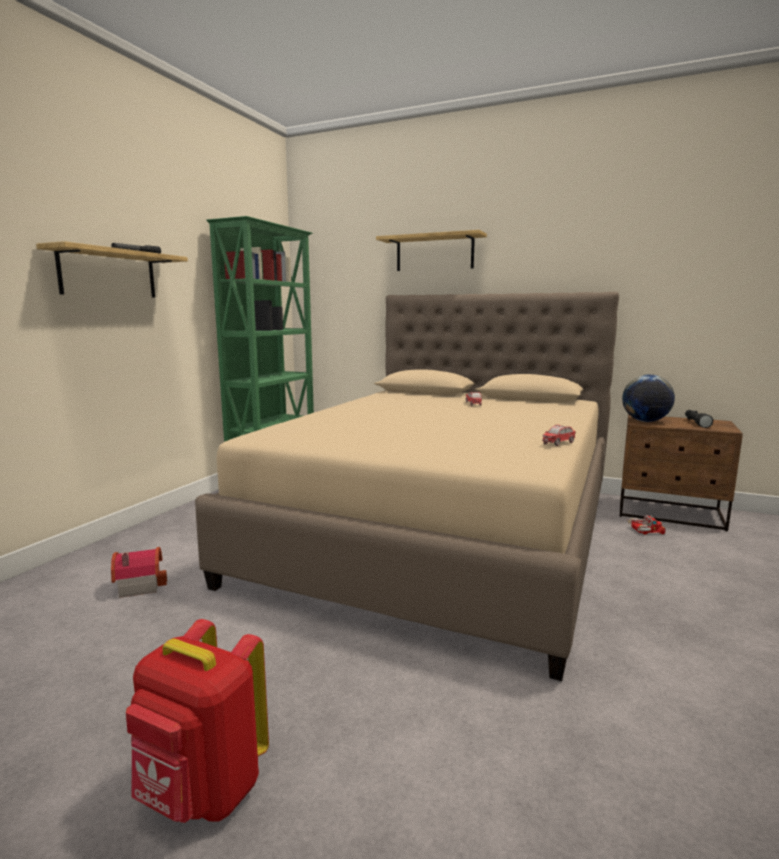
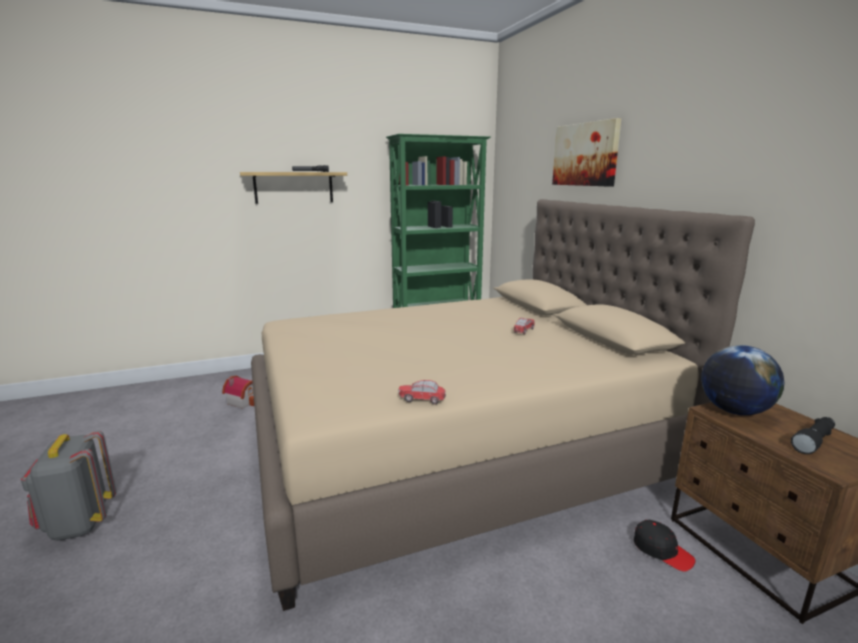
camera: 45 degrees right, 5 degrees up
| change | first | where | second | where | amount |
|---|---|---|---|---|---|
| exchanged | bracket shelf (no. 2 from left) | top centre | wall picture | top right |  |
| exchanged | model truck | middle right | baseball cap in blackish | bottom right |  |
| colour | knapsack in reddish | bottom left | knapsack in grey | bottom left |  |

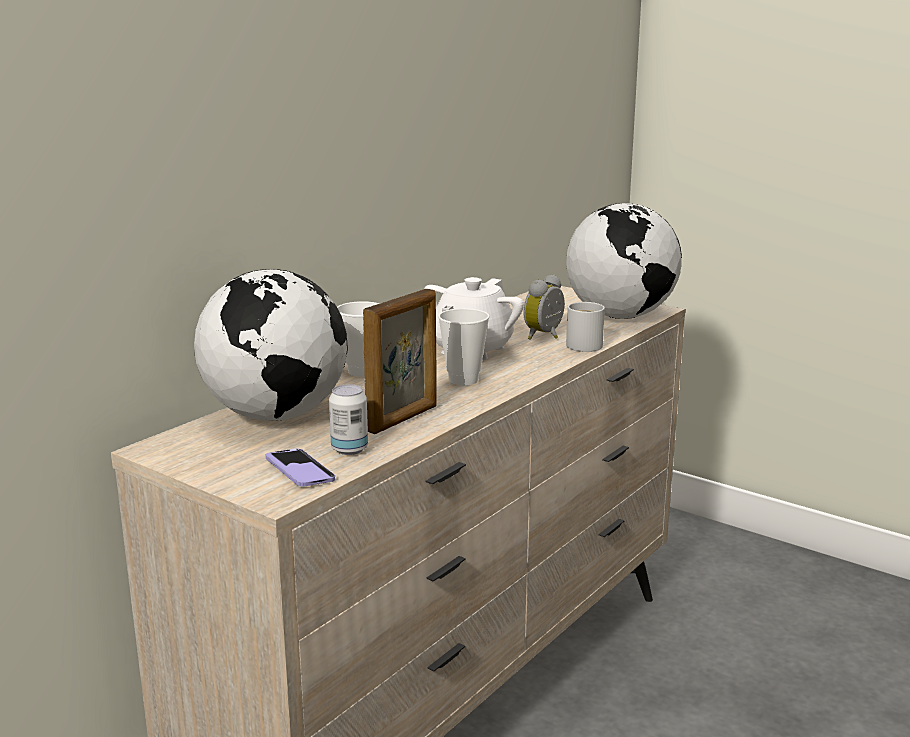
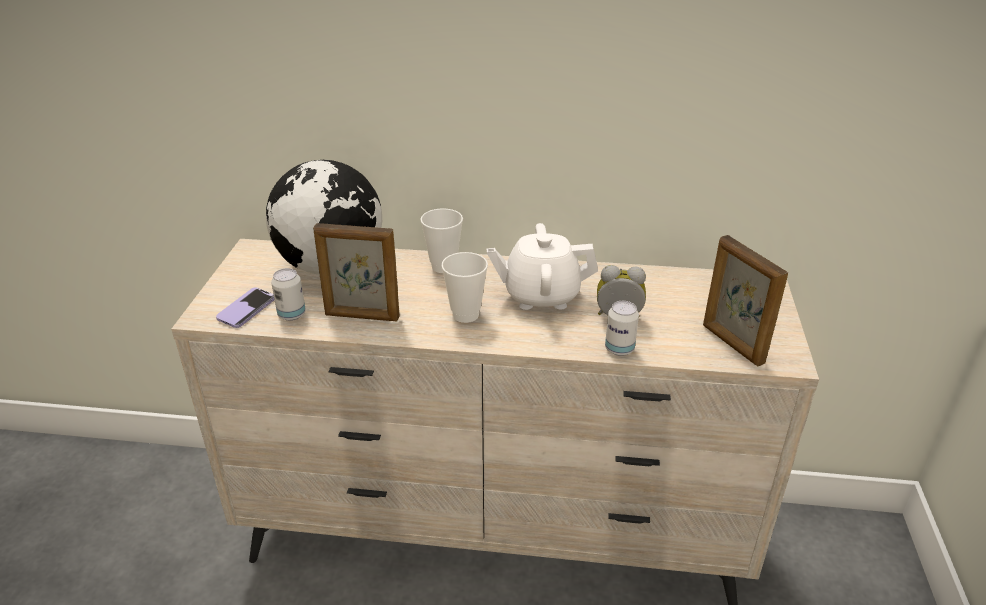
camera: 60 degrees right, 15 degrees up
| change | first | where | second | where | amount |
|---|---|---|---|---|---|
| exchanged | world globe (no. 2 from left) | middle right | photo frame (no. 2 from left) | middle right |  |
| exchanged | tea mug in whitish | centre | can (no. 2 from left) | centre |  |

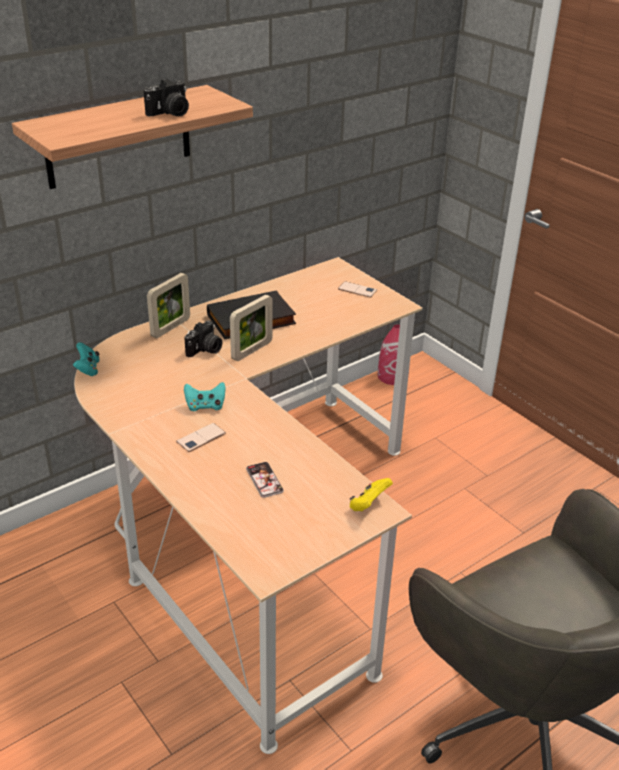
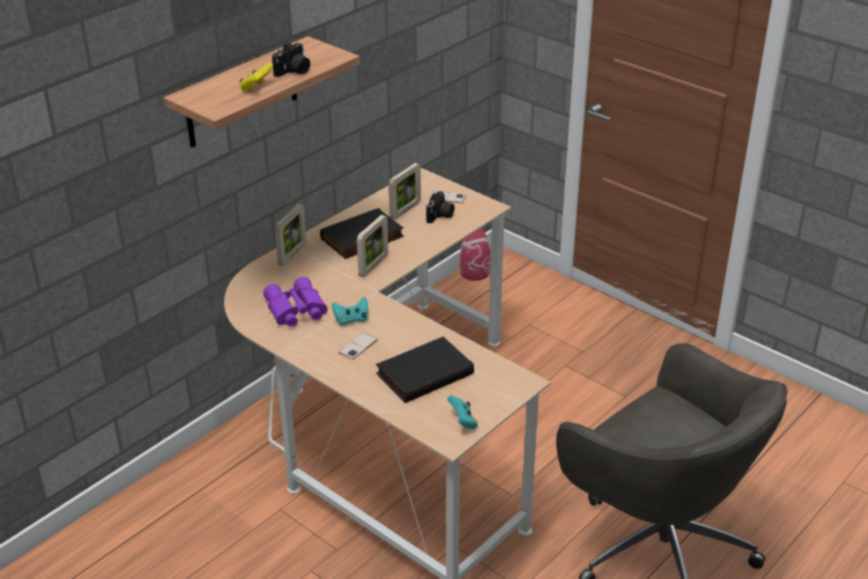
camera: 10 degrees left, 0 degrees up
| change | first | where | second | where | amount |
|---|---|---|---|---|---|
| relocated | photo camera (no. 2 from left) | middle left |  | centre |  |
| relocated | game controller in turquoise (no. 1 from left in the first image) | middle left | game controller in turquoise (no. 2 from left) | bottom centre |  |
| exchanged | telephone (no. 2 from left) | centre | bound book in blackish (no. 2 from left) | centre |  |
| relocated | game controller in yellow | centre |  | top left |  |
| appeared |  |  | photo frame (no. 3 from left) | top centre |  |
| appeared |  |  | binoculars in purple | centre |  |

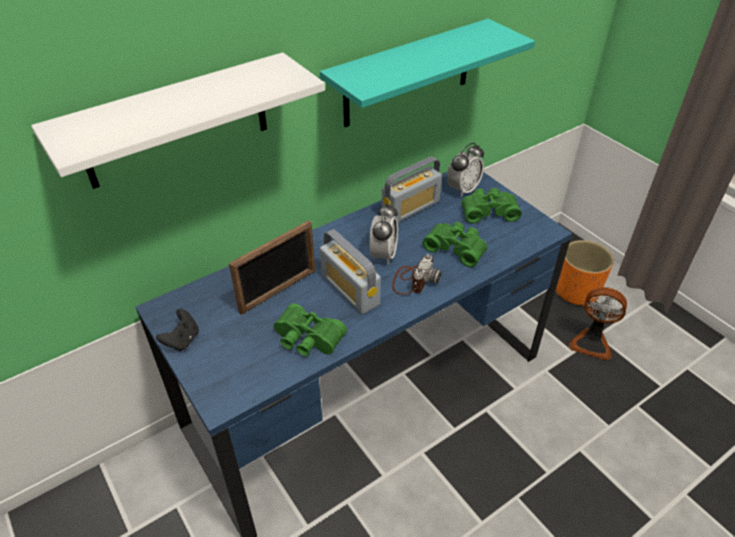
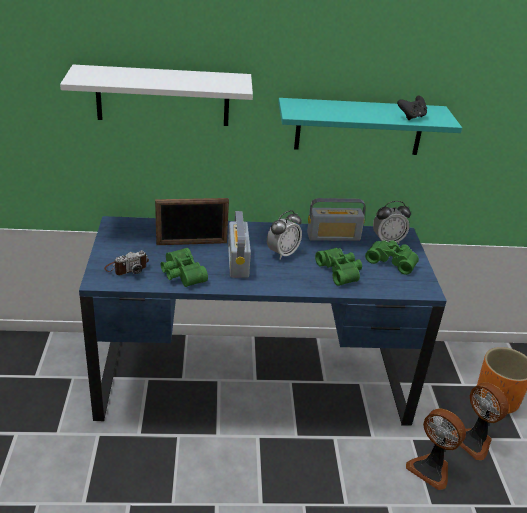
camera: 30 degrees right, 10 degrees down
| change | first | where | second | where | amount |
|---|---|---|---|---|---|
| relocated | photo camera | centre |  | middle left |  |
| relocated | game controller in blackish | middle left |  | top right |  |
| appeared |  |  | fan (no. 1 from left) | bottom right |  |

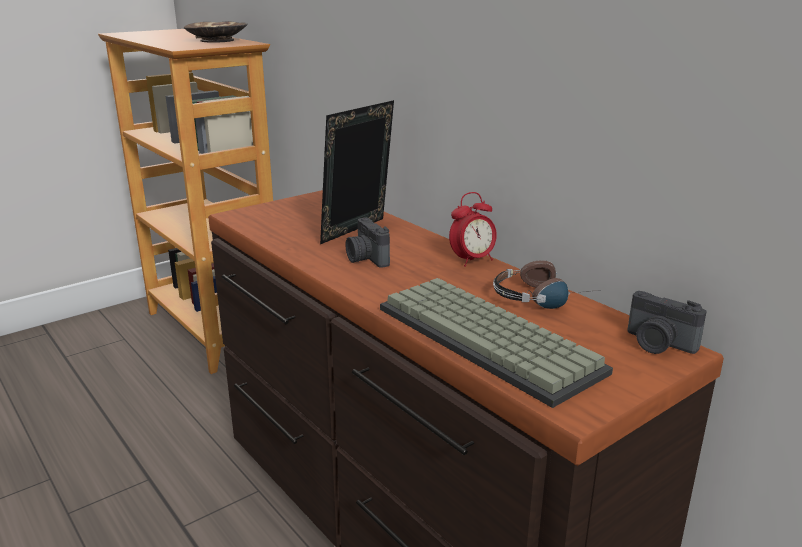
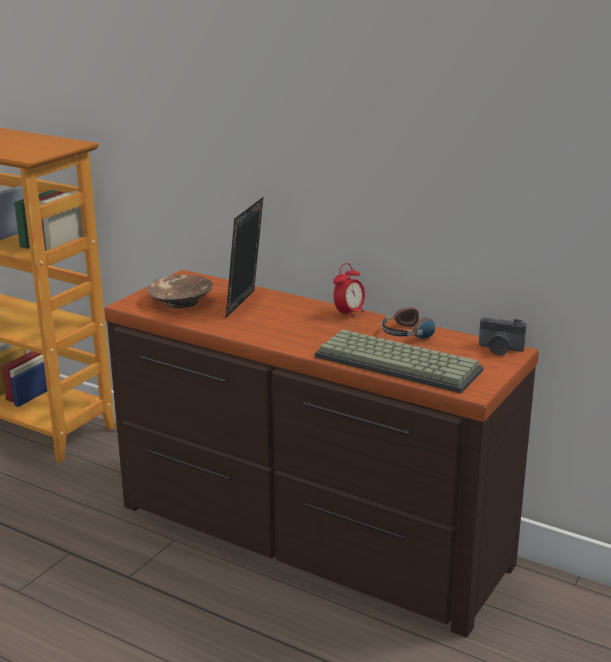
camera: 20 degrees left, 0 degrees up
| change | first | where | second | where | amount |
|---|---|---|---|---|---|
| relocated | serving bowl in brown | top left |  | middle left |  |
| missing | photo camera (no. 1 from left) | centre |  |  |  |

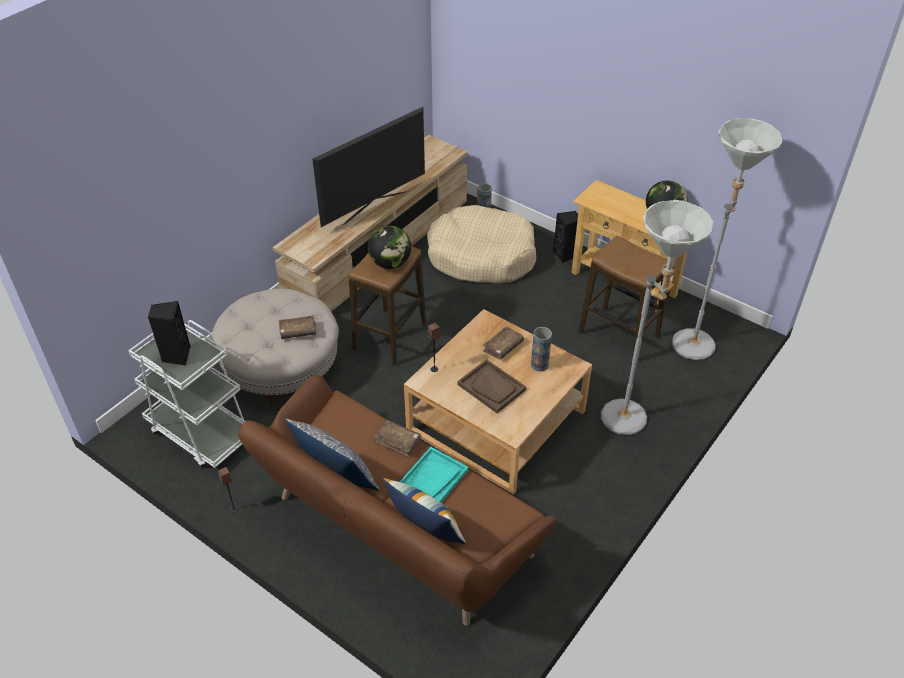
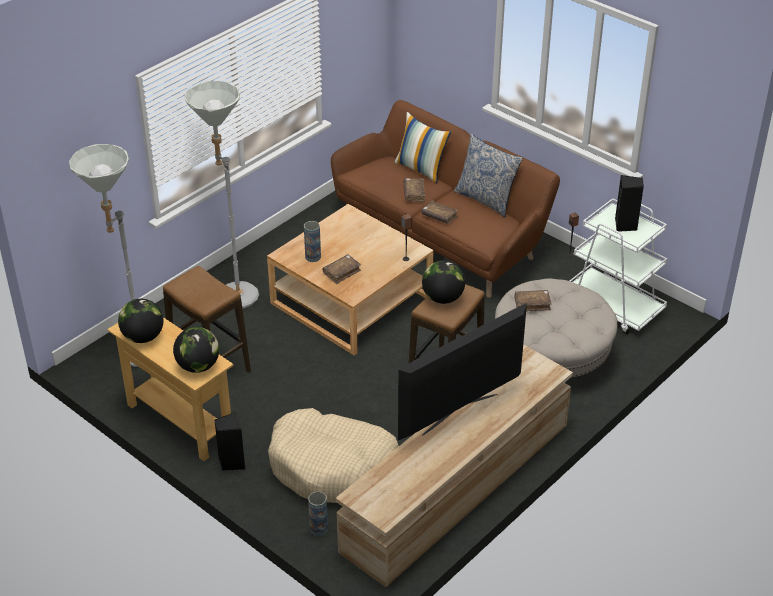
camera: 175 degrees left, 5 degrees down
| change | first | where | second | where | amount |
|---|---|---|---|---|---|
| missing | tray in brown | centre |  |  |  |
| exchanged | tray in turquoise | bottom centre | bound book in brown (no. 2 from left) | top centre |  |
| appeared |  |  | world globe (no. 2 from left) | middle left |  |

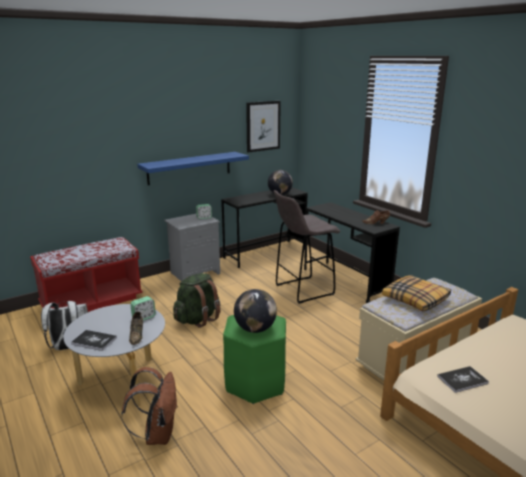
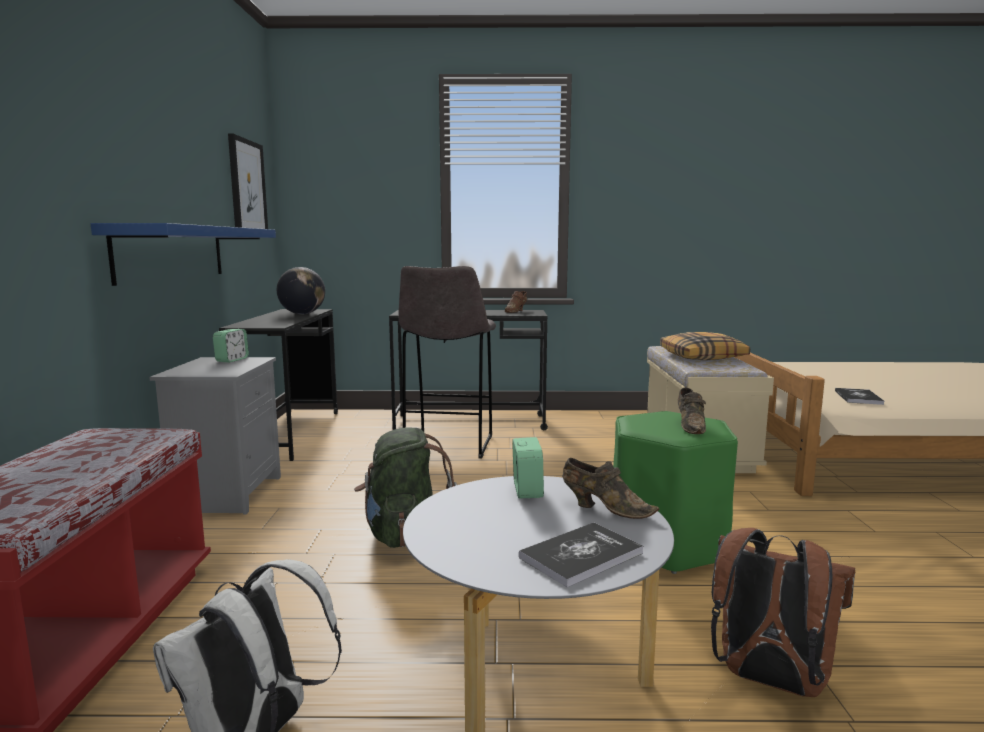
camera: 55 degrees left, 10 degrees down
| change | first | where | second | where | amount |
|---|---|---|---|---|---|
| exchanged | world globe (no. 1 from left) | centre | shoe in brown (no. 3 from left) | middle right |  |

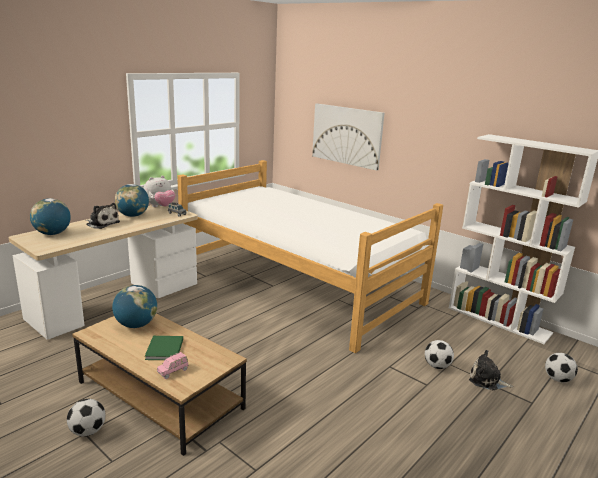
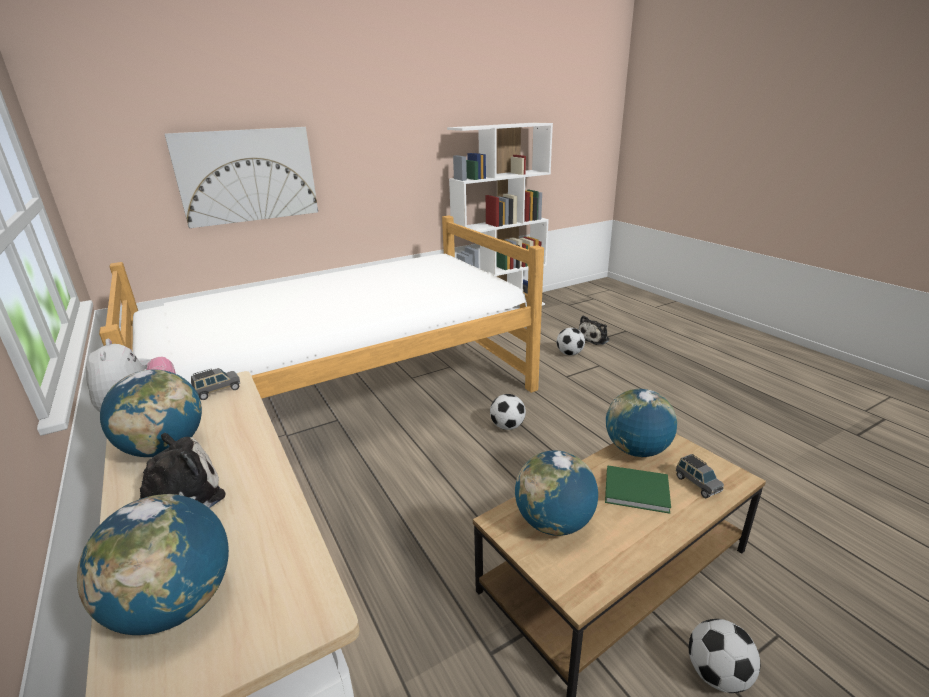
camera: 70 degrees left, 5 degrees up
| change | first | where | second | where | amount |
|---|---|---|---|---|---|
| colour | model car in pinkish | bottom left | model car in grey (no. 2 from left) | bottom right |  |
| relocated | ball for football (no. 3 from left in the first image) | bottom right | ball for football (no. 1 from left) | centre |  |
| appeared |  |  | world globe (no. 4 from left) | middle right |  |

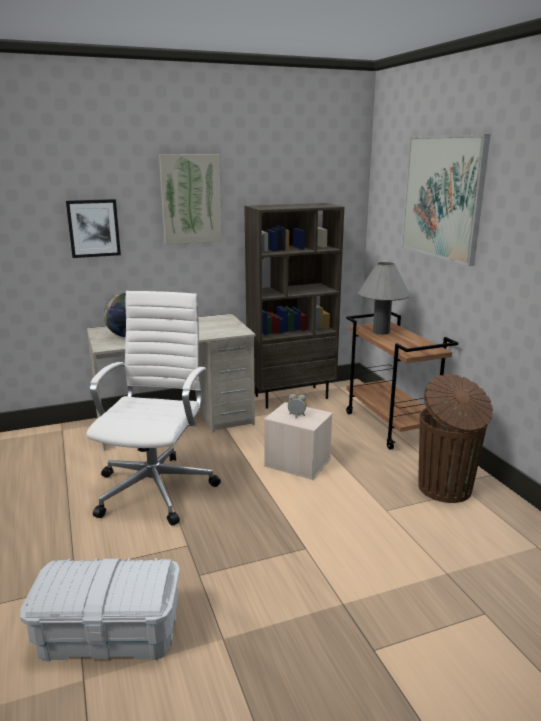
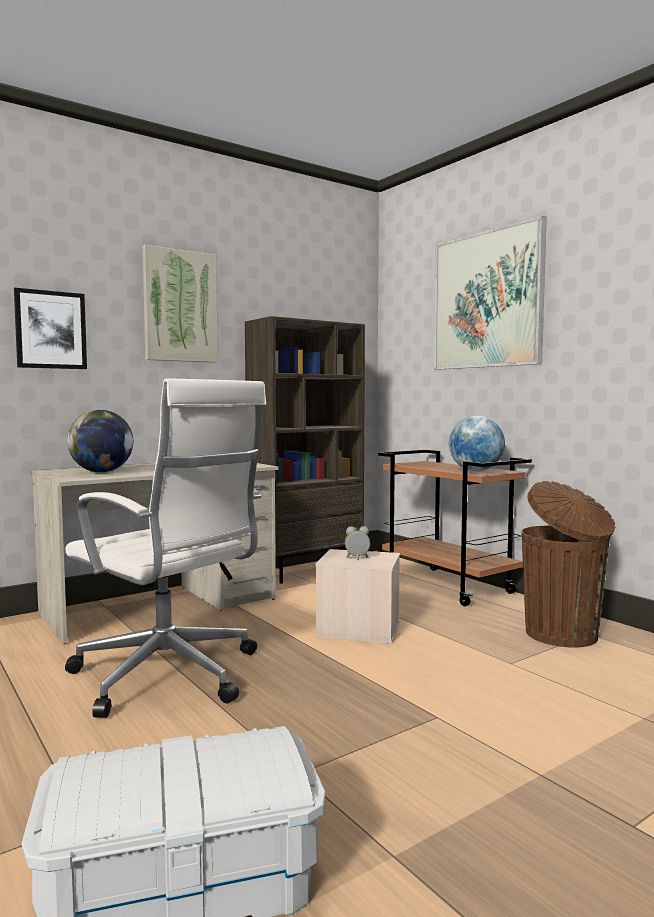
camera: 15 degrees left, 15 degrees down
| change | first | where | second | where | amount |
|---|---|---|---|---|---|
| missing | lamp for a table in grey | middle right |  |  |  |
| spun | desk chair in whitish | middle left |  | middle left | 135 degrees clockwise |
| appeared |  |  | world globe (no. 2 from left) | middle right |  |

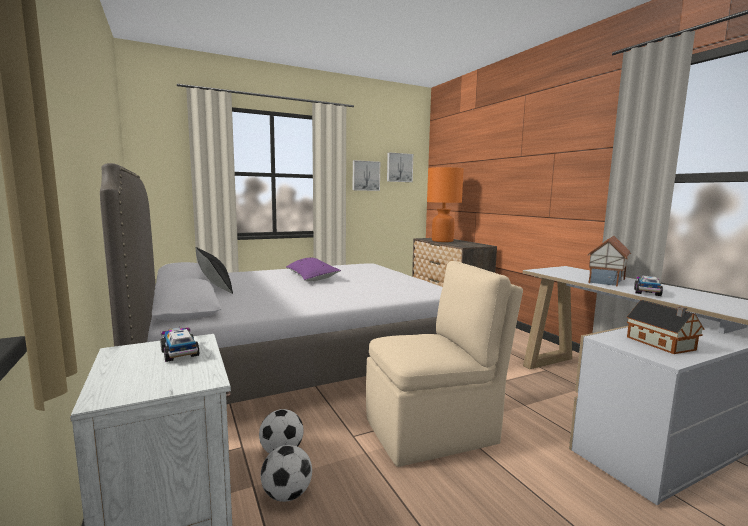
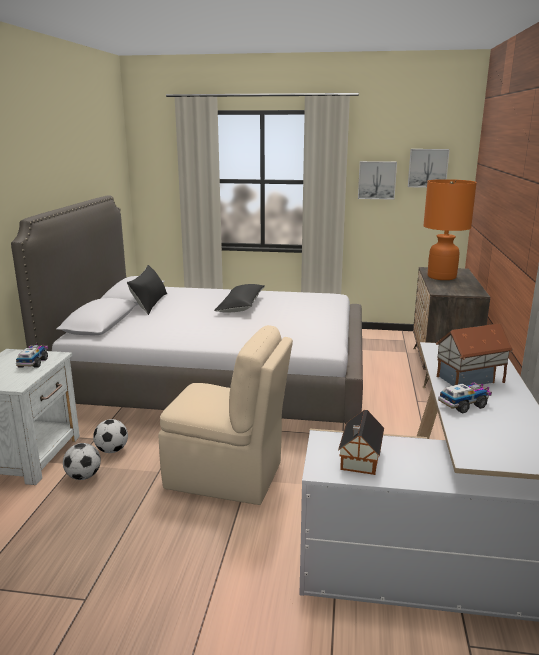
camera: 35 degrees right, 10 degrees up
| change | first | where | second | where | amount |
|---|---|---|---|---|---|
| colour | pillow in purple | centre | pillow in blackish (no. 2 from left) | centre |  |

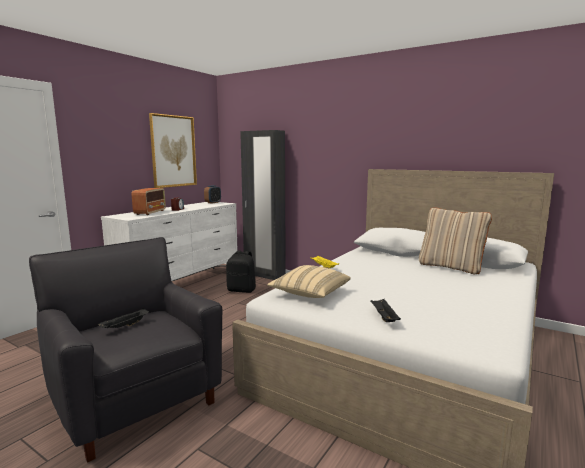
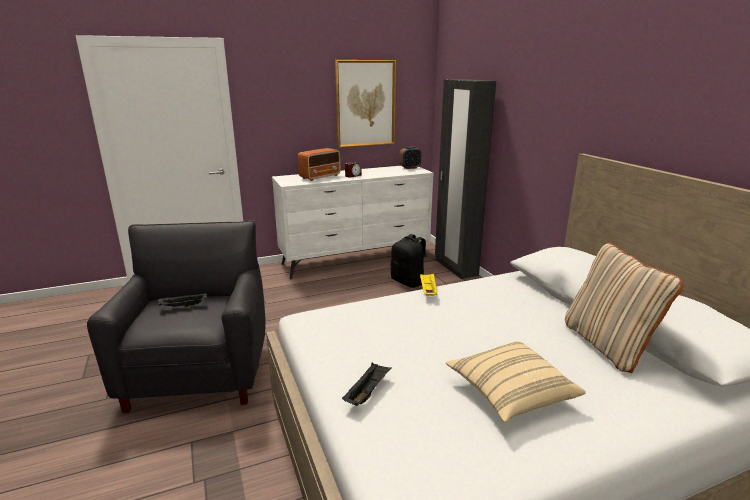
camera: 35 degrees right, 10 degrees up
| change | first | where | second | where | amount |
|---|---|---|---|---|---|
| relocated | pillow in beige-coloured (no. 1 from left) | centre |  | bottom right |  |

